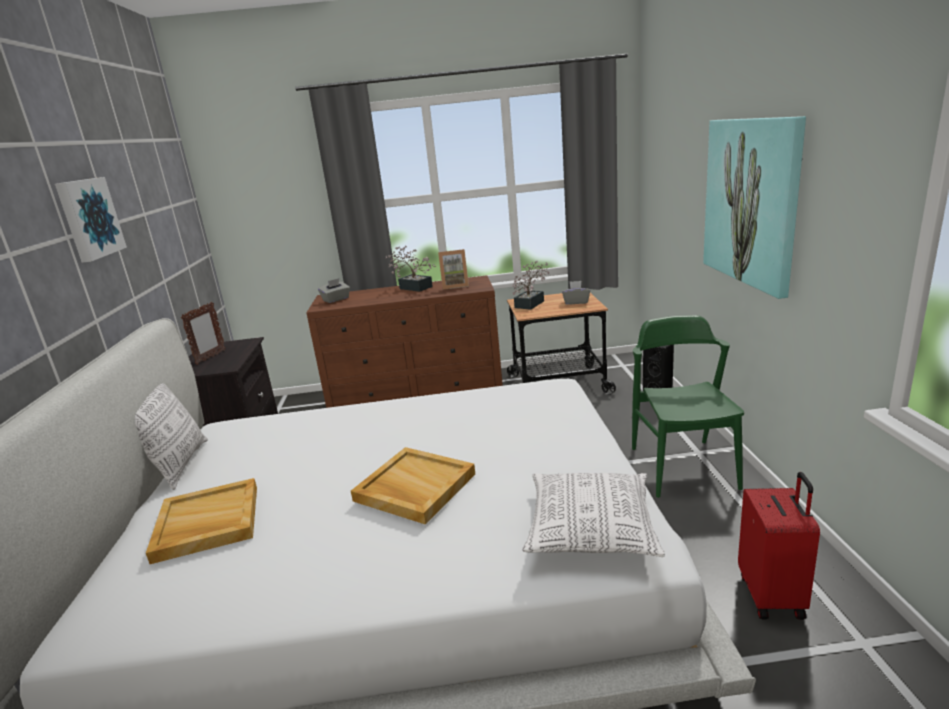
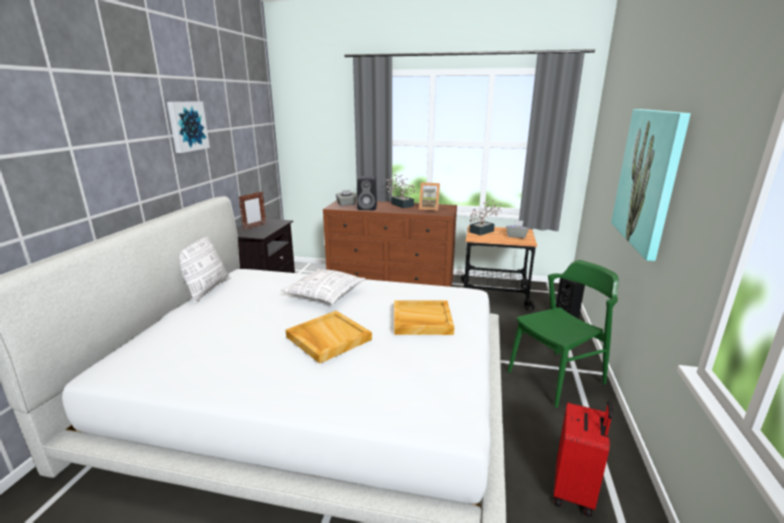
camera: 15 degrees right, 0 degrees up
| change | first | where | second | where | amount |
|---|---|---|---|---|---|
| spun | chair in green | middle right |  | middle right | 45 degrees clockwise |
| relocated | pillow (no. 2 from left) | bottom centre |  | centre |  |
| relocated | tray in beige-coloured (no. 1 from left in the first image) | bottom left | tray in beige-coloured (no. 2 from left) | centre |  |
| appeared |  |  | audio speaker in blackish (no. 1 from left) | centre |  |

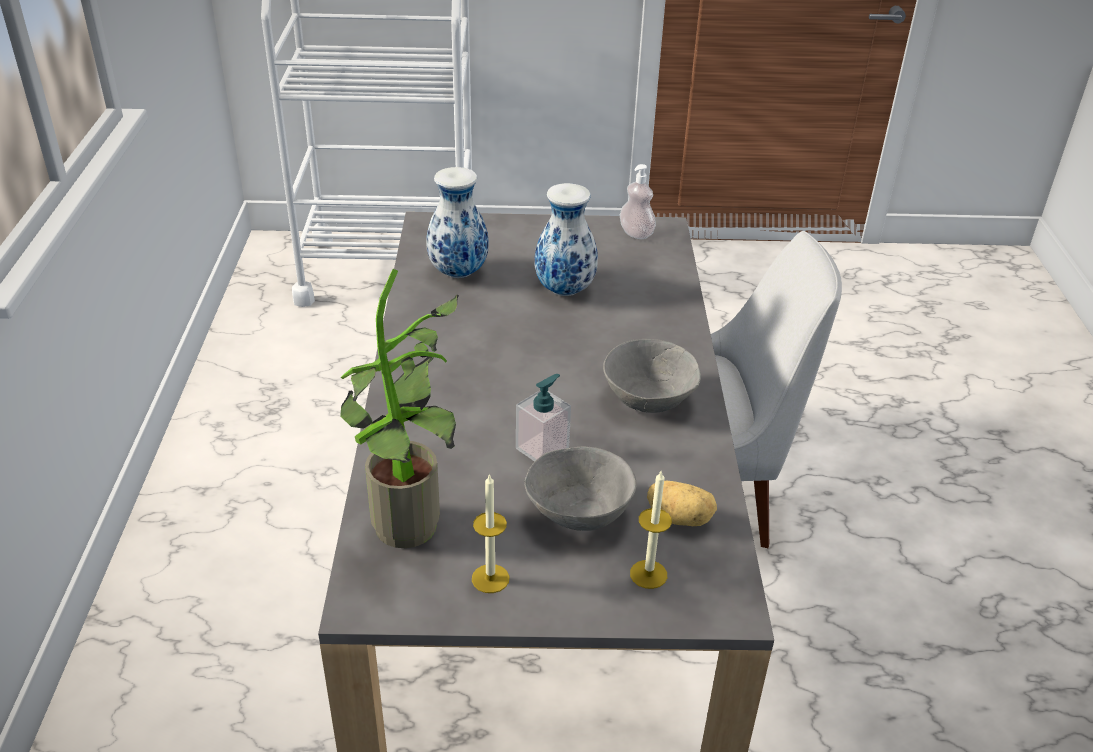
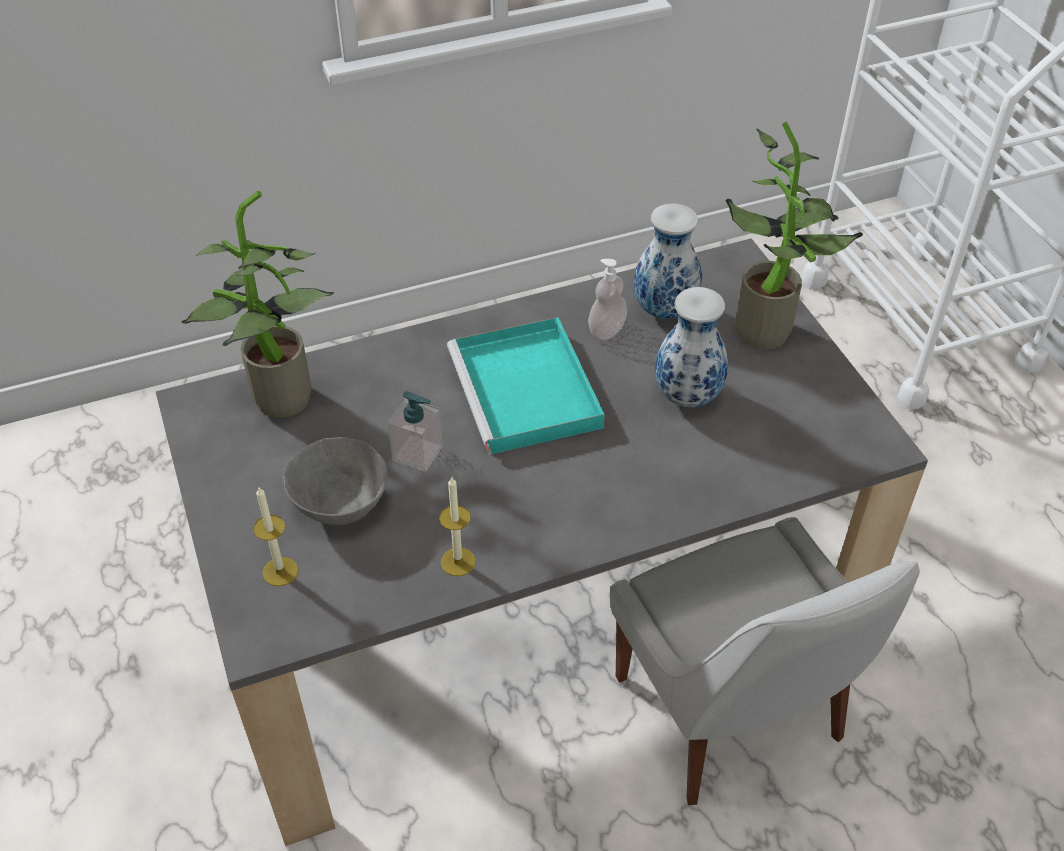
camera: 70 degrees right, 10 degrees up
| change | first | where | second | where | amount |
|---|---|---|---|---|---|
| relocated | liquid soap bottle (no. 2 from left) | top centre |  | centre |  |
| missing | serving bowl in grey (no. 2 from left) | centre |  |  |  |
| relocated | wax light (no. 1 from left in the first image) | bottom centre | wax light (no. 2 from left) | centre |  |
| missing | spud | bottom centre |  |  |  |
| appeared |  |  | potted plant (no. 2 from left) | top right |  |
| appeared |  |  | tray in turquoise | centre |  |

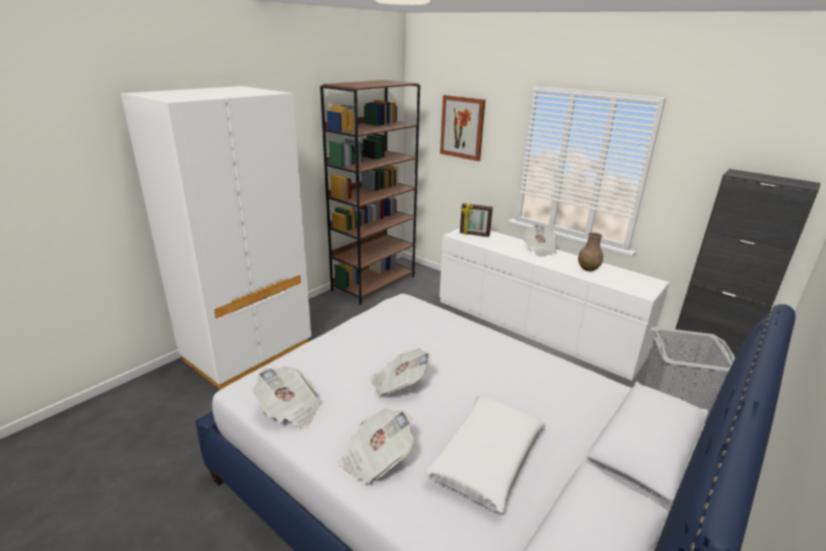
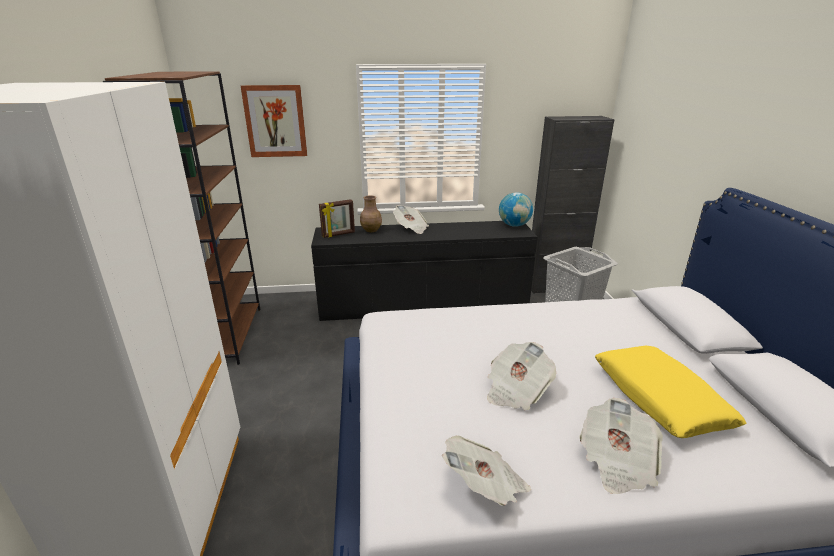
camera: 45 degrees left, 0 degrees up
| change | first | where | second | where | amount |
|---|---|---|---|---|---|
| colour | dresser in whitish | middle right | dresser in blackish | centre |  |
| relocated | vase in brown | middle right |  | centre |  |
| colour | pillow in whitish | bottom centre | pillow in yellow | bottom right |  |
| appeared |  |  | world globe | centre |  |

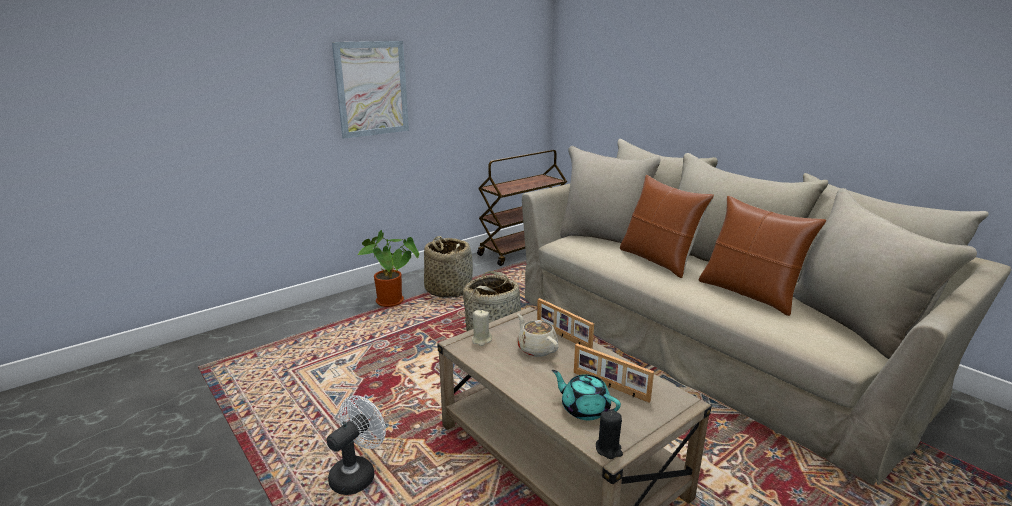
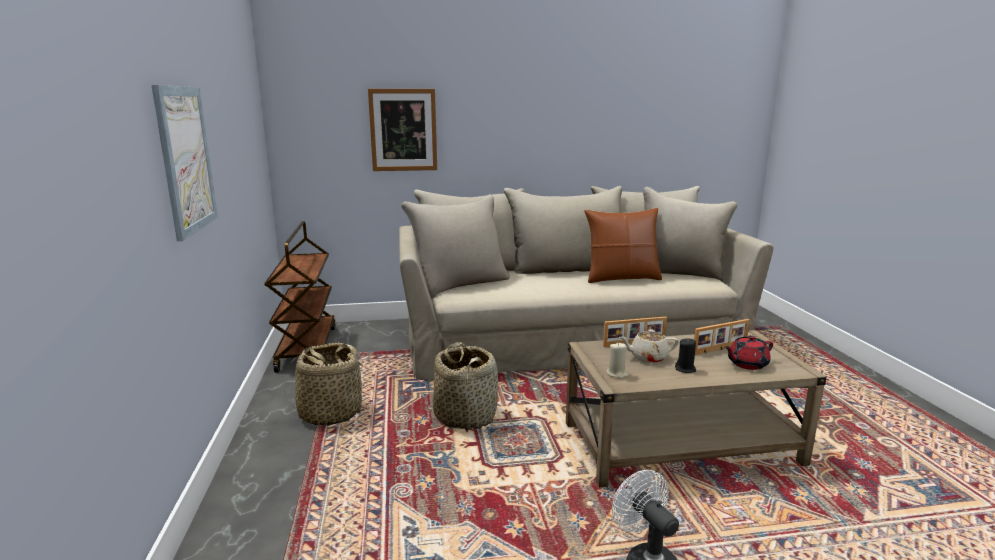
camera: 60 degrees left, 5 degrees down
| change | first | where | second | where | amount |
|---|---|---|---|---|---|
| missing | pillow in brown (no. 1 from left) | centre |  |  |  |
| missing | potted plant | centre |  |  |  |
| colour | teapot in turquoise | bottom centre | teapot in reddish | middle right |  |
| relocated | wax light in blackish | bottom centre |  | middle right |  |
| appeared |  |  | wall picture (no. 2 from left) | top centre |  |

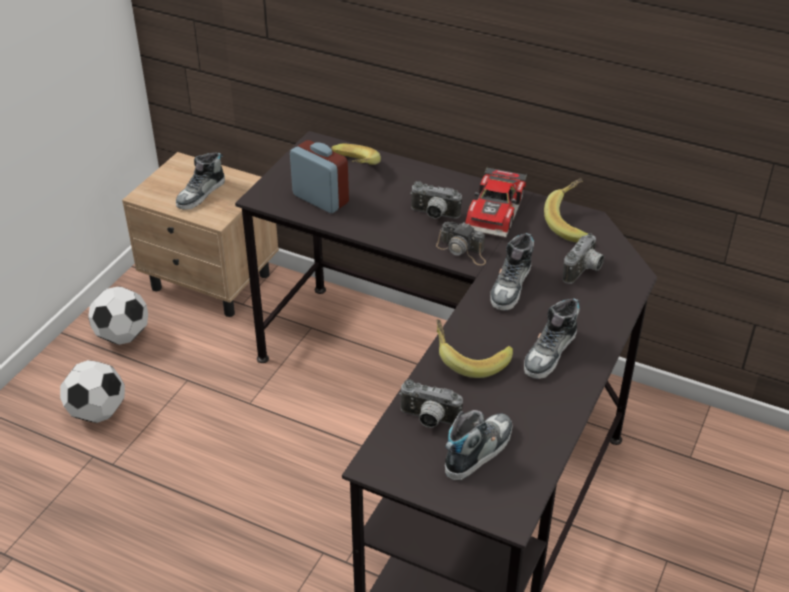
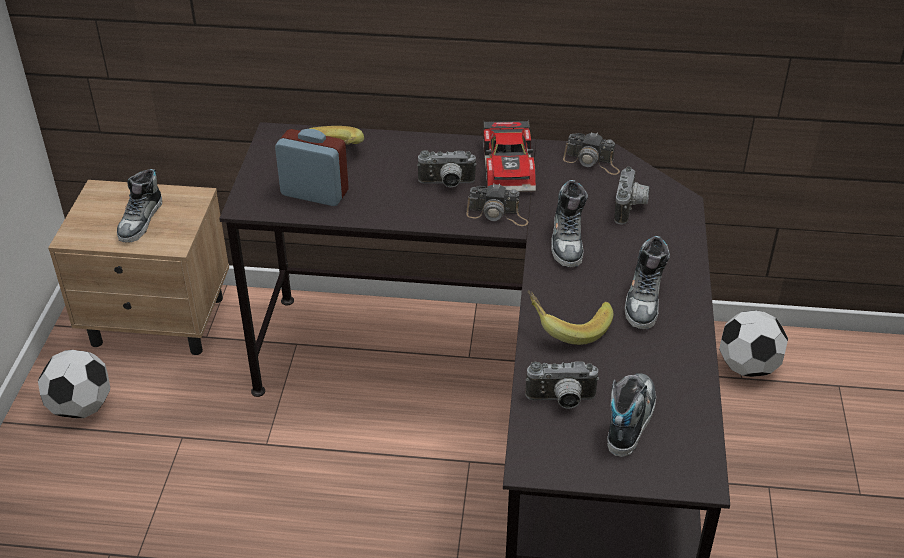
camera: 20 degrees left, 0 degrees up
| change | first | where | second | where | amount |
|---|---|---|---|---|---|
| exchanged | banana fruit (no. 3 from left) | middle right | photo camera (no. 4 from left) | top centre |  |
| relocated | ball for football (no. 1 from left in the first image) | middle left | ball for football (no. 2 from left) | middle right |  |

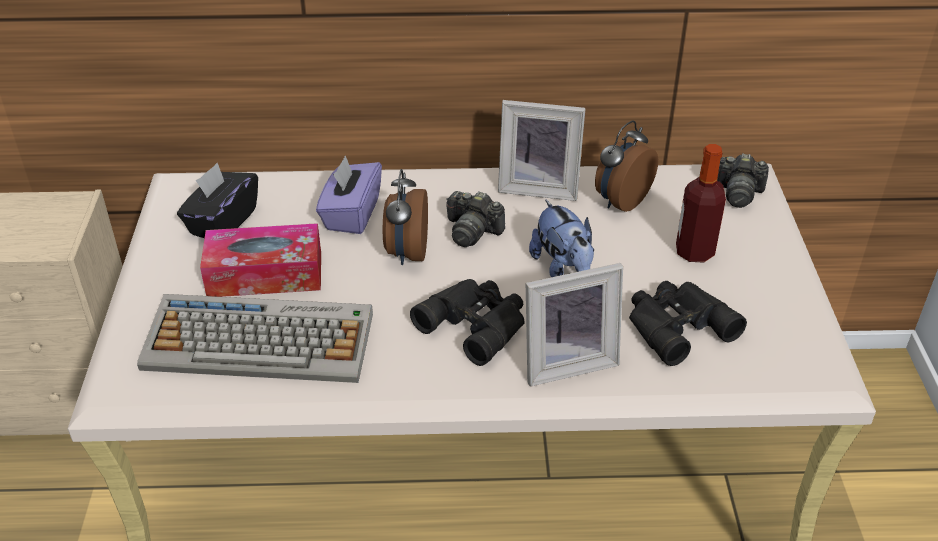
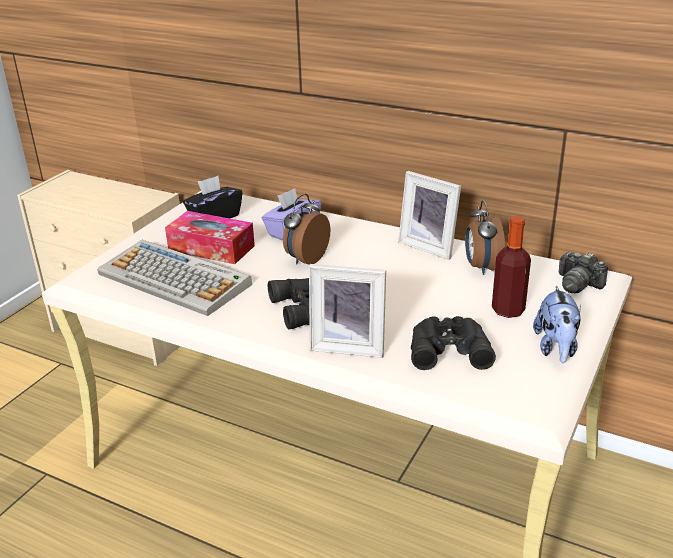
camera: 30 degrees right, 10 degrees down
| change | first | where | second | where | amount |
|---|---|---|---|---|---|
| spun | table clock (no. 2 from left) | top right |  | middle right | 75 degrees counterclockwise |
| missing | photo camera (no. 1 from left) | centre |  |  |  |
| relocated | plush toy | centre |  | middle right |  |

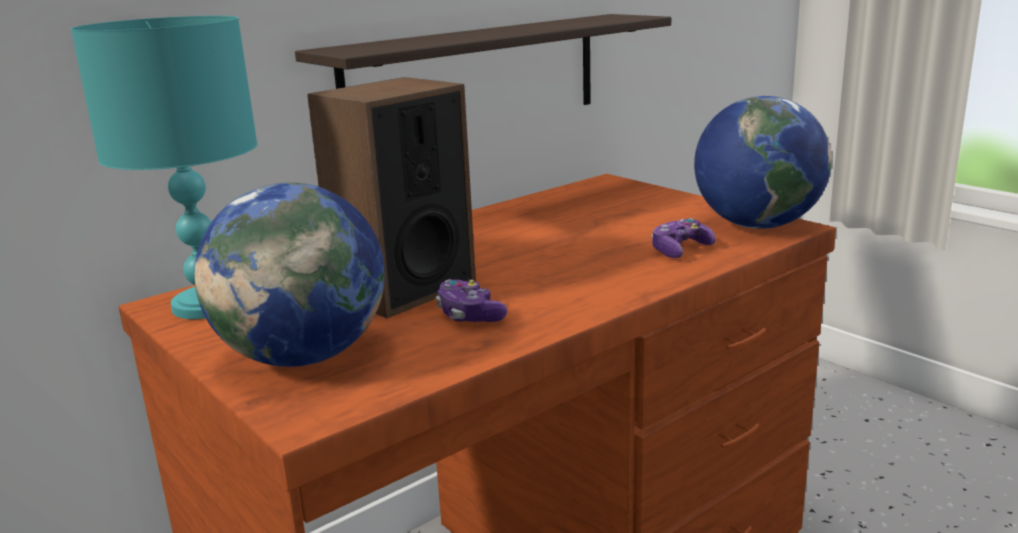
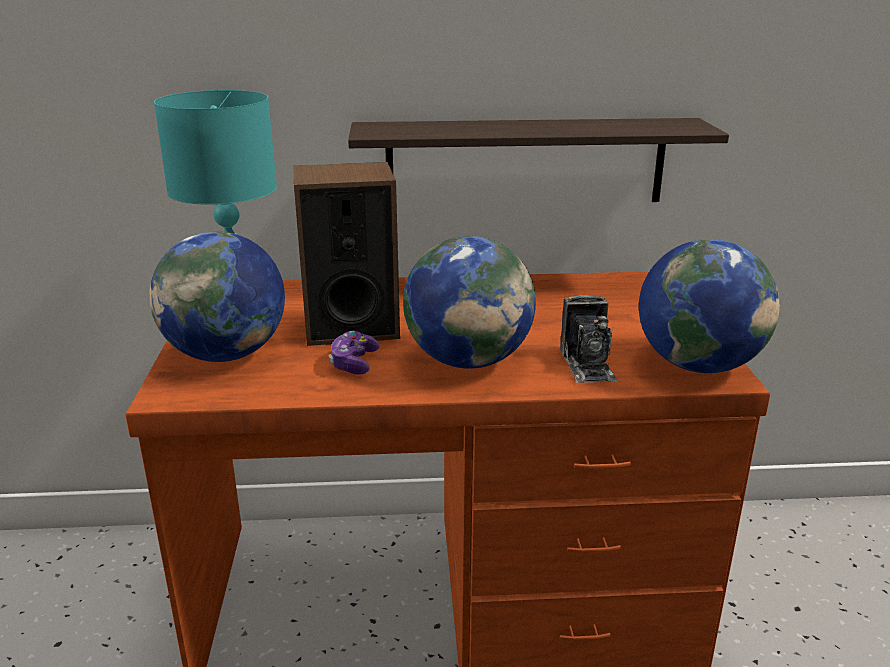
camera: 35 degrees right, 5 degrees up
| change | first | where | second | where | amount |
|---|---|---|---|---|---|
| exchanged | game controller (no. 2 from left) | middle right | photo camera | centre |  |
| appeared |  |  | world globe (no. 2 from left) | centre |  |

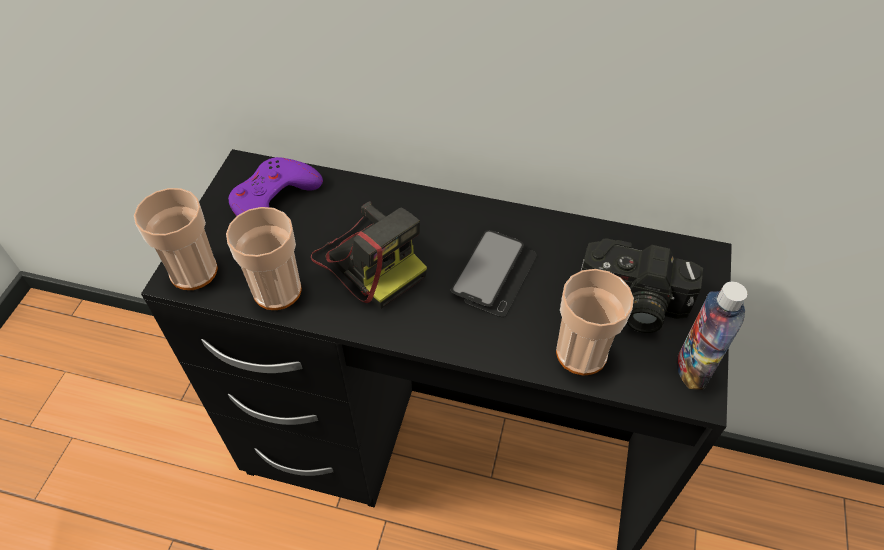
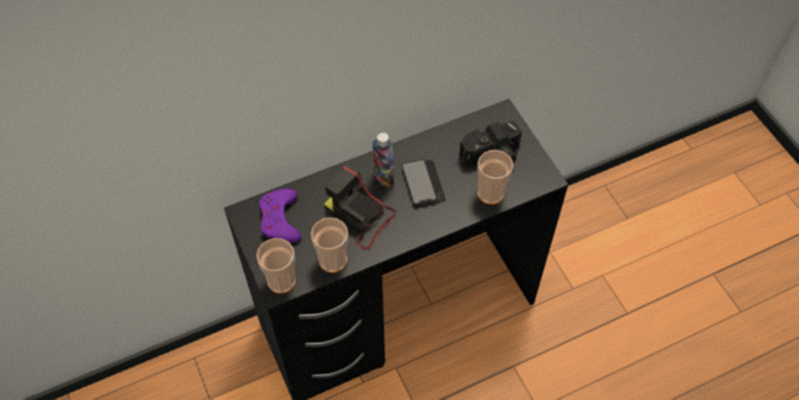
camera: 40 degrees left, 5 degrees up
| change | first | where | second | where | amount |
|---|---|---|---|---|---|
| spun | photo camera (no. 1 from left) | centre |  | centre | 150 degrees counterclockwise |
| relocated | drink bottle | middle right |  | centre |  |

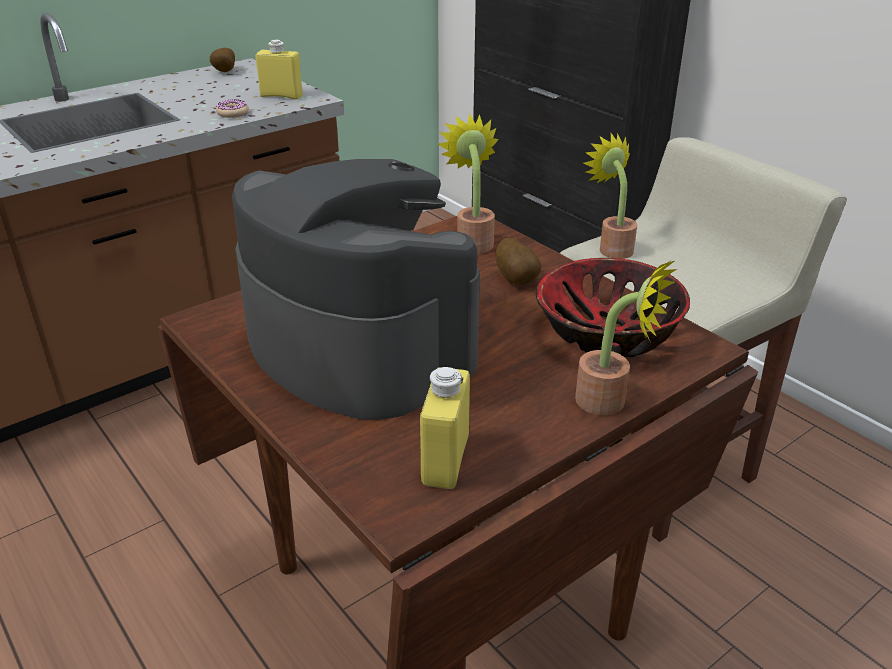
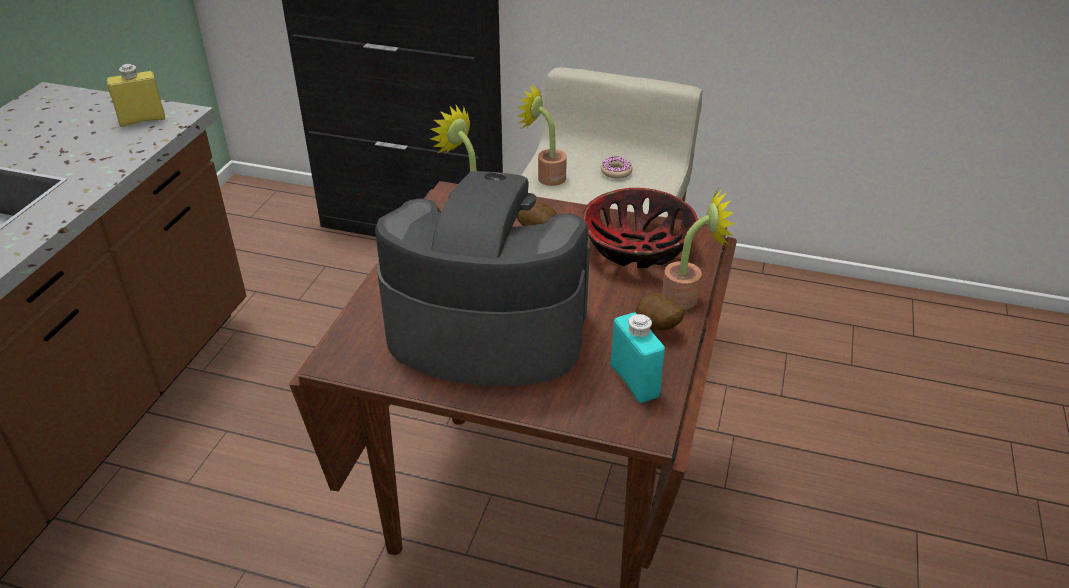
camera: 35 degrees left, 5 degrees up
| change | first | where | second | where | amount |
|---|---|---|---|---|---|
| relocated | spud (no. 1 from left in the first image) | top left | spud (no. 2 from left) | centre |  |
| relocated | donut | top left |  | top centre |  |
| colour | drink bottle in yellow (no. 2 from left) | centre | drink bottle in turquoise | centre |  |

